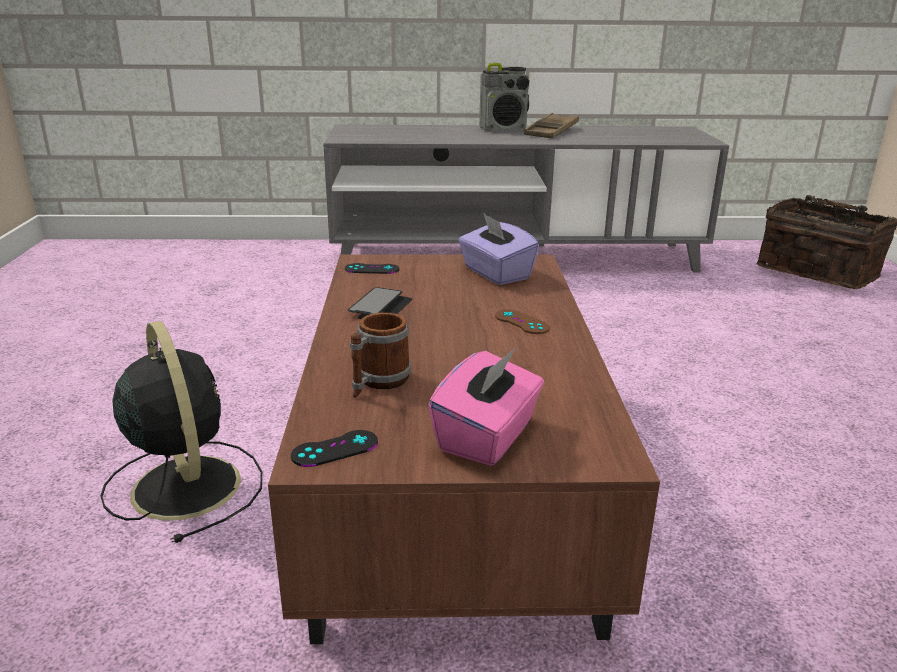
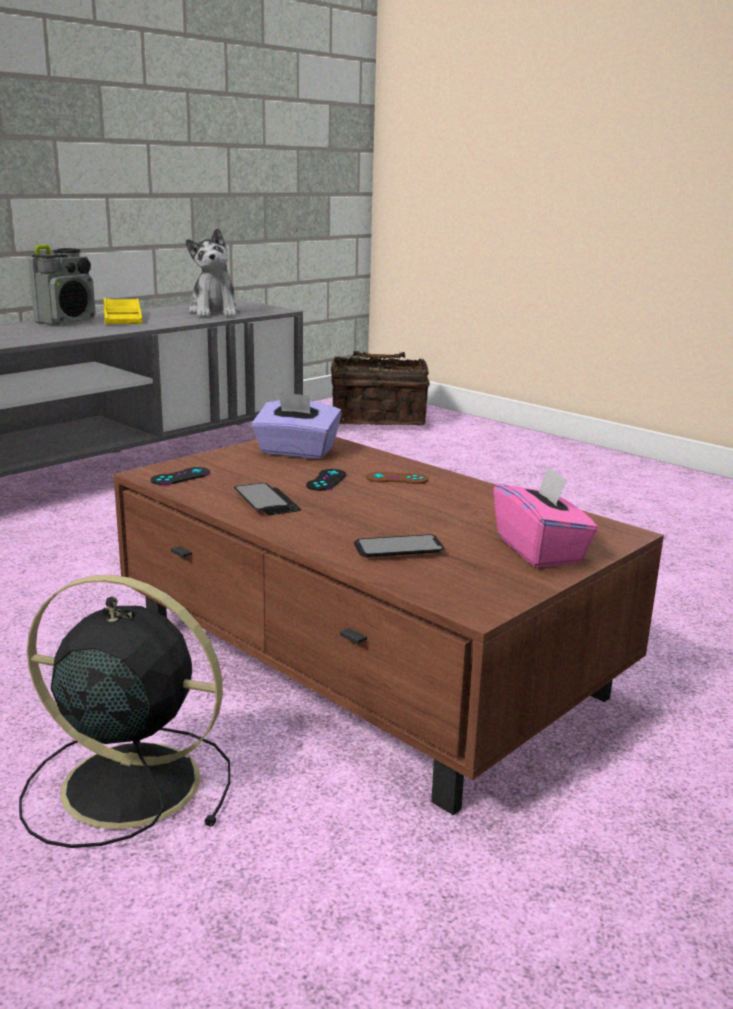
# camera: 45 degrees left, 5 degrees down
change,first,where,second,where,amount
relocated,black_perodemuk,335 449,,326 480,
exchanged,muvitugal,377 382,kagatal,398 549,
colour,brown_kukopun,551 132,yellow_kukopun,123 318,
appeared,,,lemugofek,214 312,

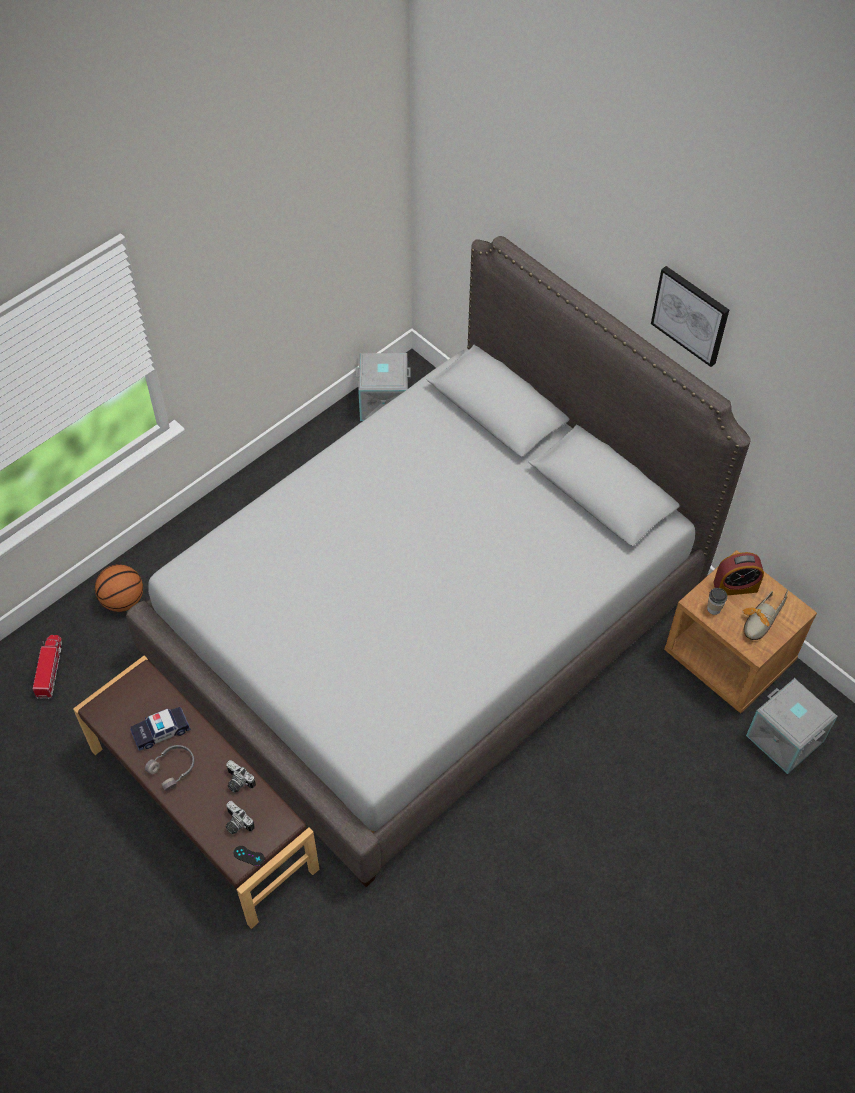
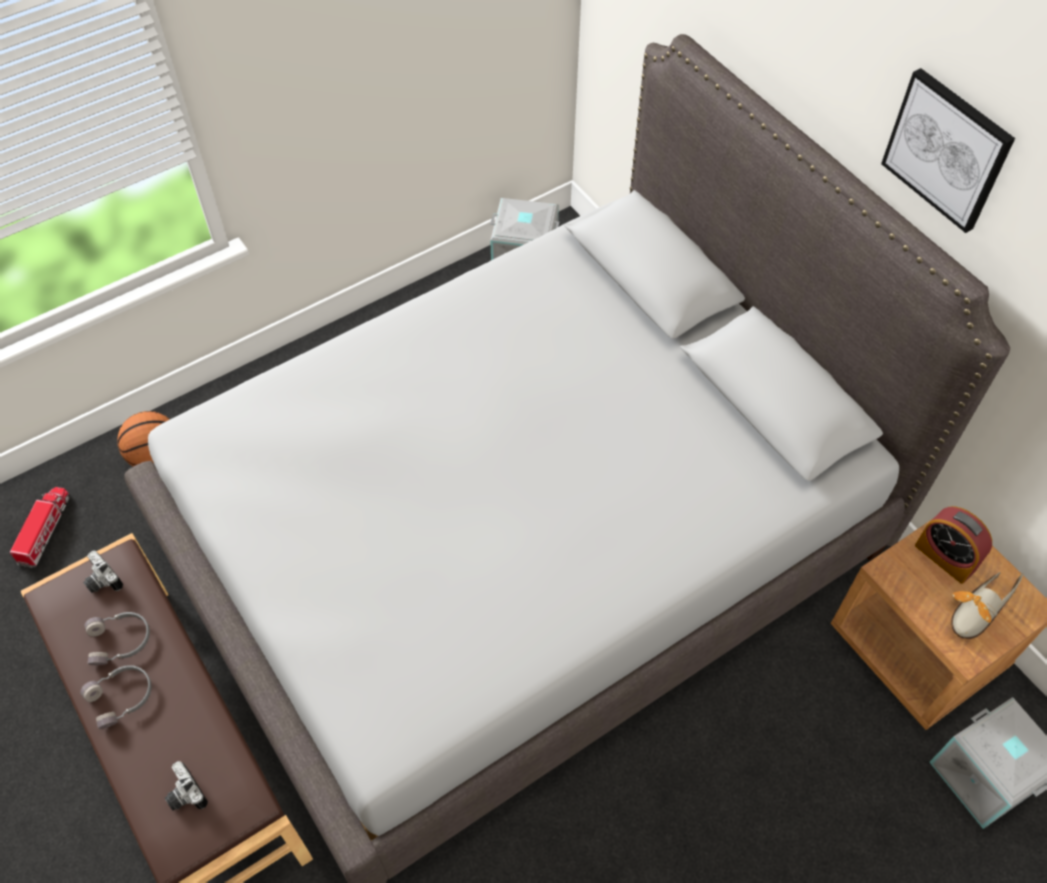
# camera: 10 degrees right, 0 degrees up
change,first,where,second,where,amount
exchanged,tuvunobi,161 731,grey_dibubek,120 641,
relocated,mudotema,237 782,,101 581,
missing,black_perodemuk,249 856,,,
missing,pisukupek,714 609,,,
spun,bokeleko,735 586,,945 557,45 degrees clockwise

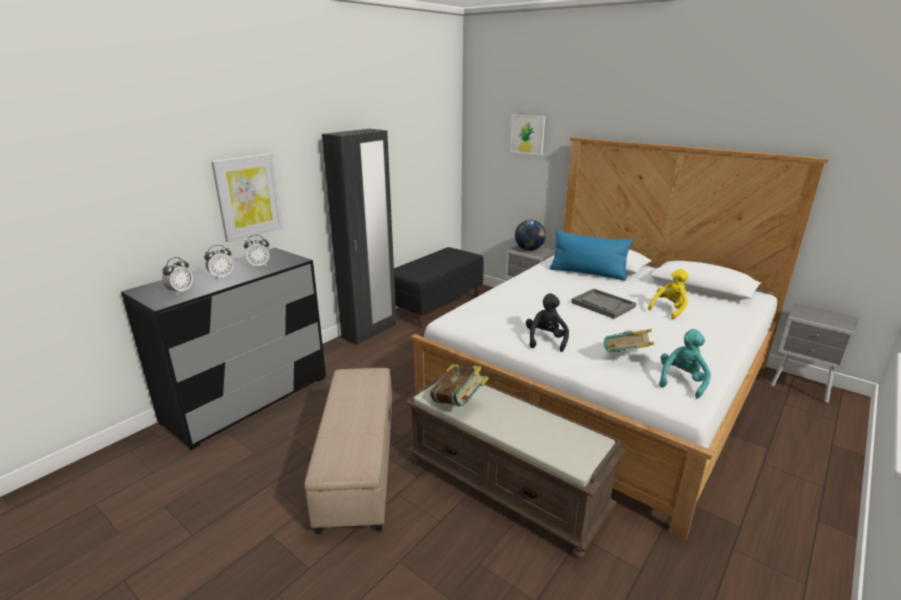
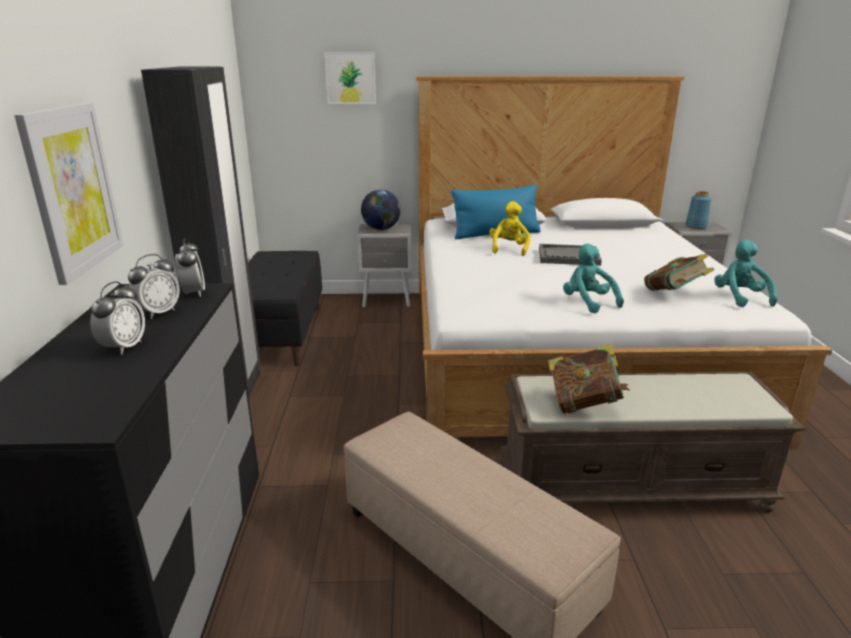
# camera: 40 degrees left, 0 degrees up
change,first,where,second,where,amount
relocated,bokeleko,180 291,,193 293,
colour,black_lemugofek,546 340,turquoise_lemugofek,588 303,
relocated,yellow_lemugofek,669 310,,509 249,
appeared,,,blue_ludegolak,696 226,

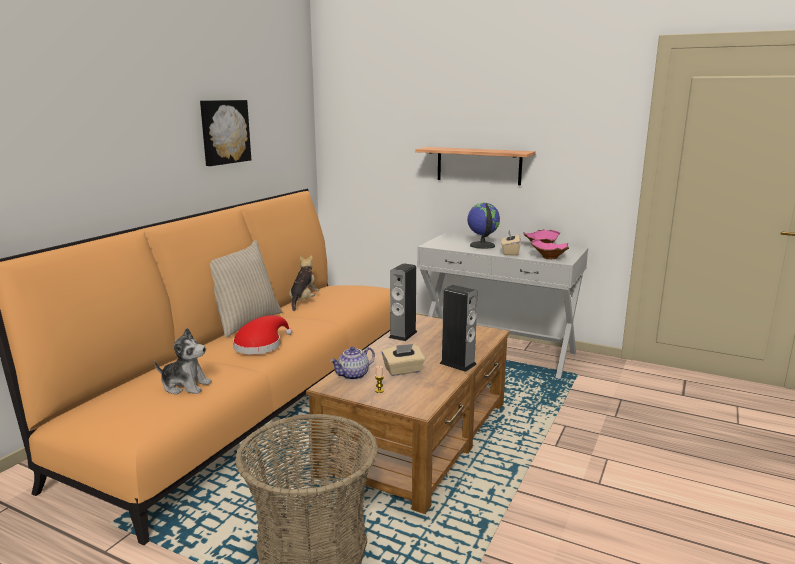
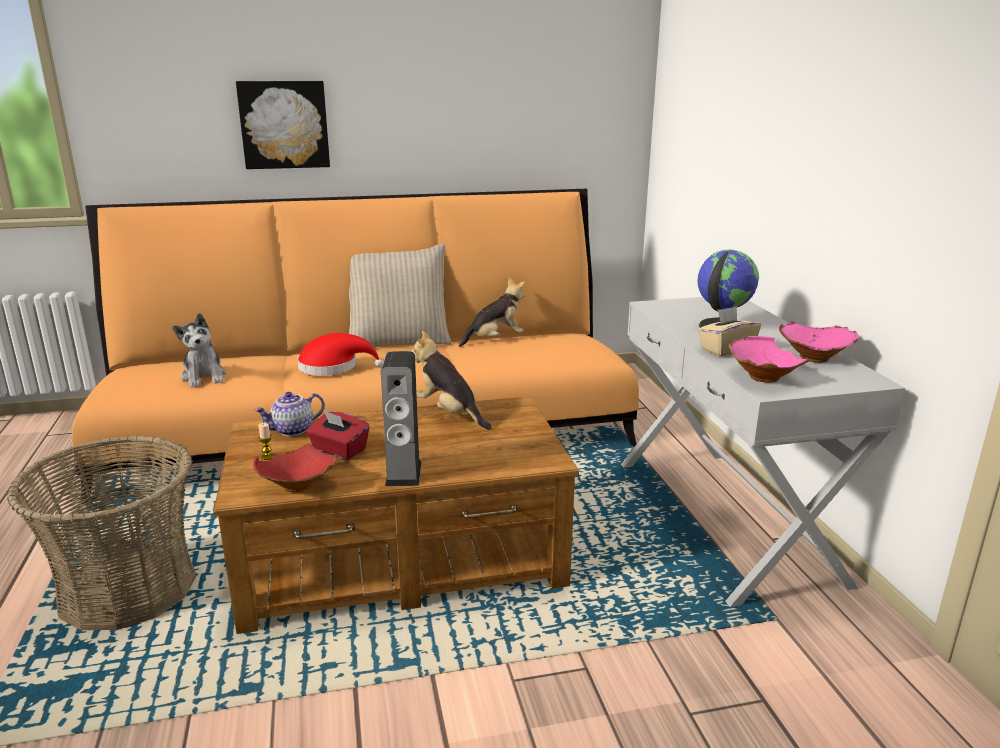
# camera: 50 degrees right, 5 degrees up
change,first,where,second,where,amount
relocated,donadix,224 132,,284 124,
spun,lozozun,353 375,,292 430,45 degrees counterclockwise
colour,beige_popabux,403 371,red_popabux,339 450,
exchanged,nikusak,403 334,lemugofek,449 413,
missing,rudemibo,478 165,,,
appeared,,,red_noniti,298 486,

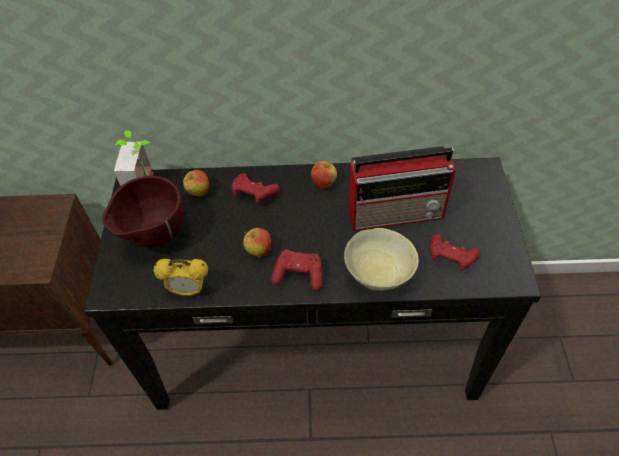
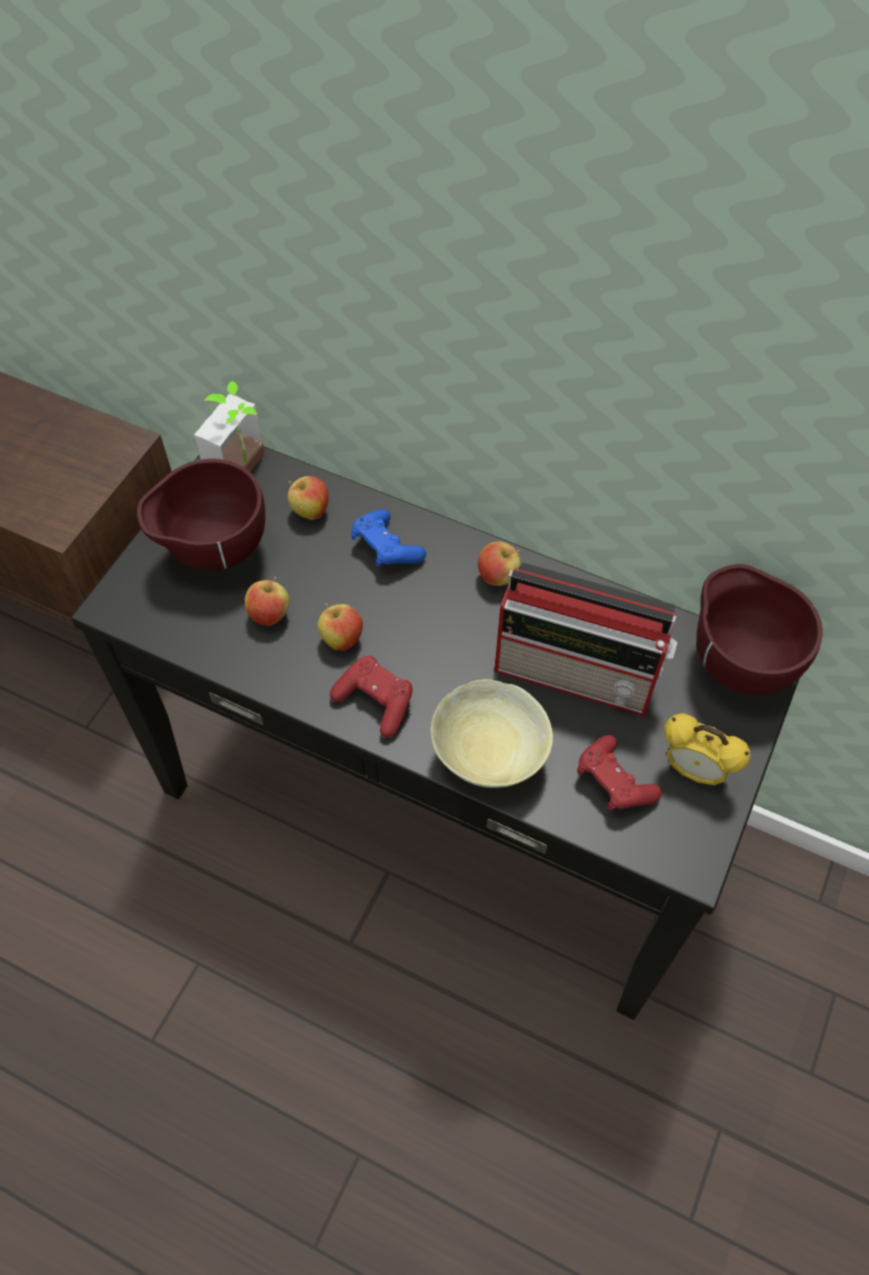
# camera: 25 degrees right, 5 degrees up
change,first,where,second,where,amount
relocated,bokeleko,189 290,,693 770,
colour,red_perodemuk,254 194,blue_perodemuk,386 549,
appeared,,,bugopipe,270 615,
appeared,,,brown_noniti,737 663,

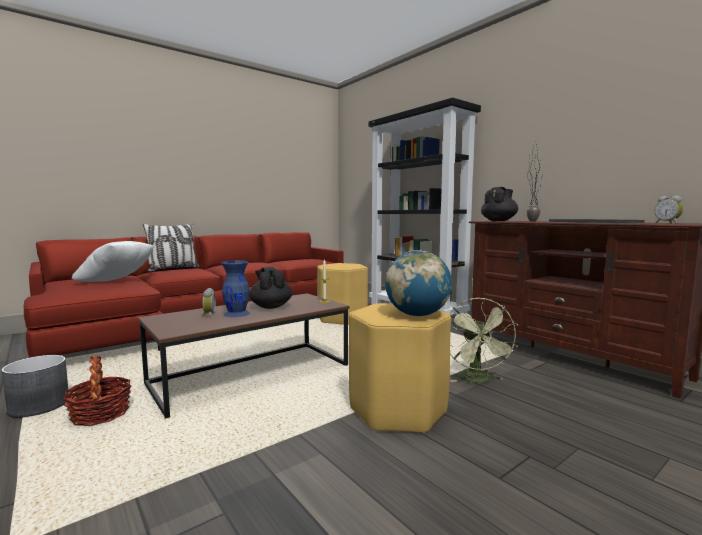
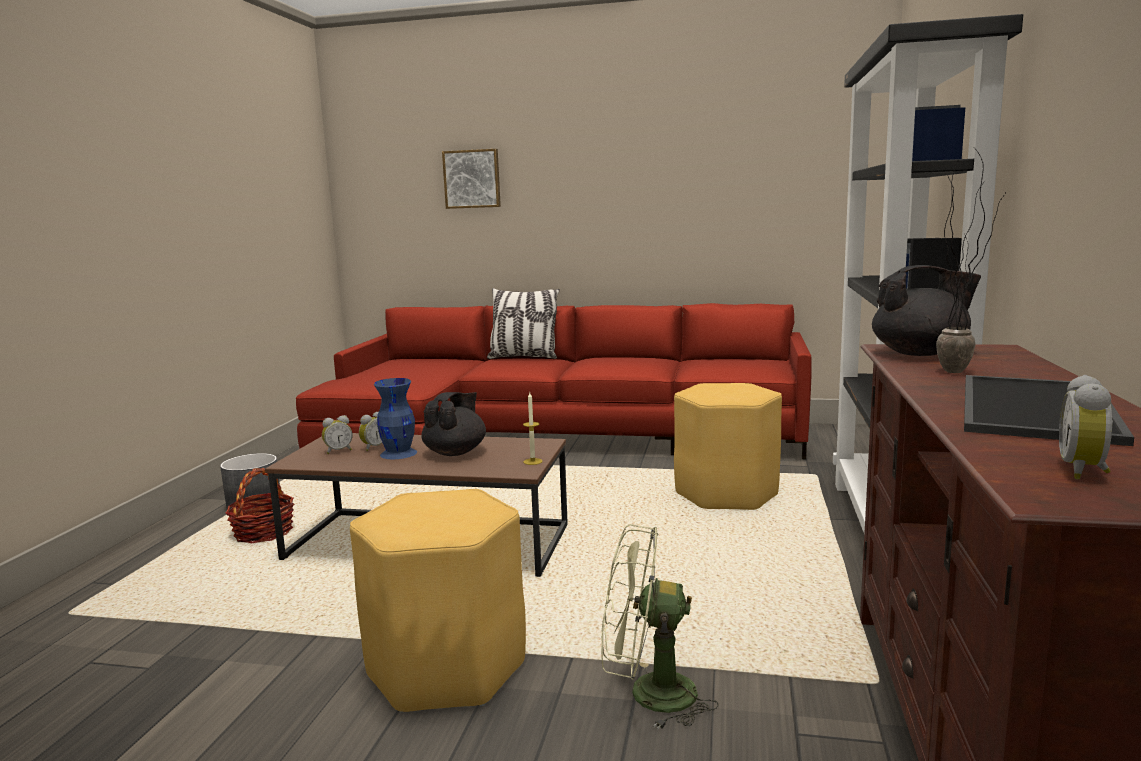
# camera: 50 degrees right, 5 degrees up
change,first,where,second,where,amount
missing,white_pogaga,117 281,,,
missing,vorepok,417 315,,,
spun,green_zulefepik,478 380,,648 695,45 degrees clockwise
appeared,,,bokeleko,338 451,
appeared,,,donadix,472 179,

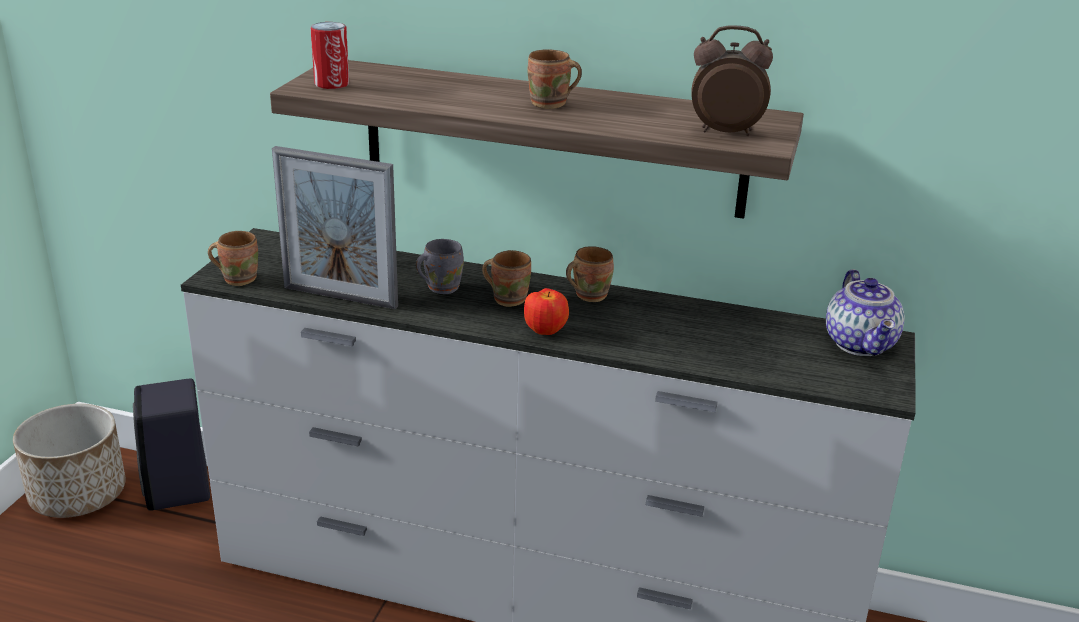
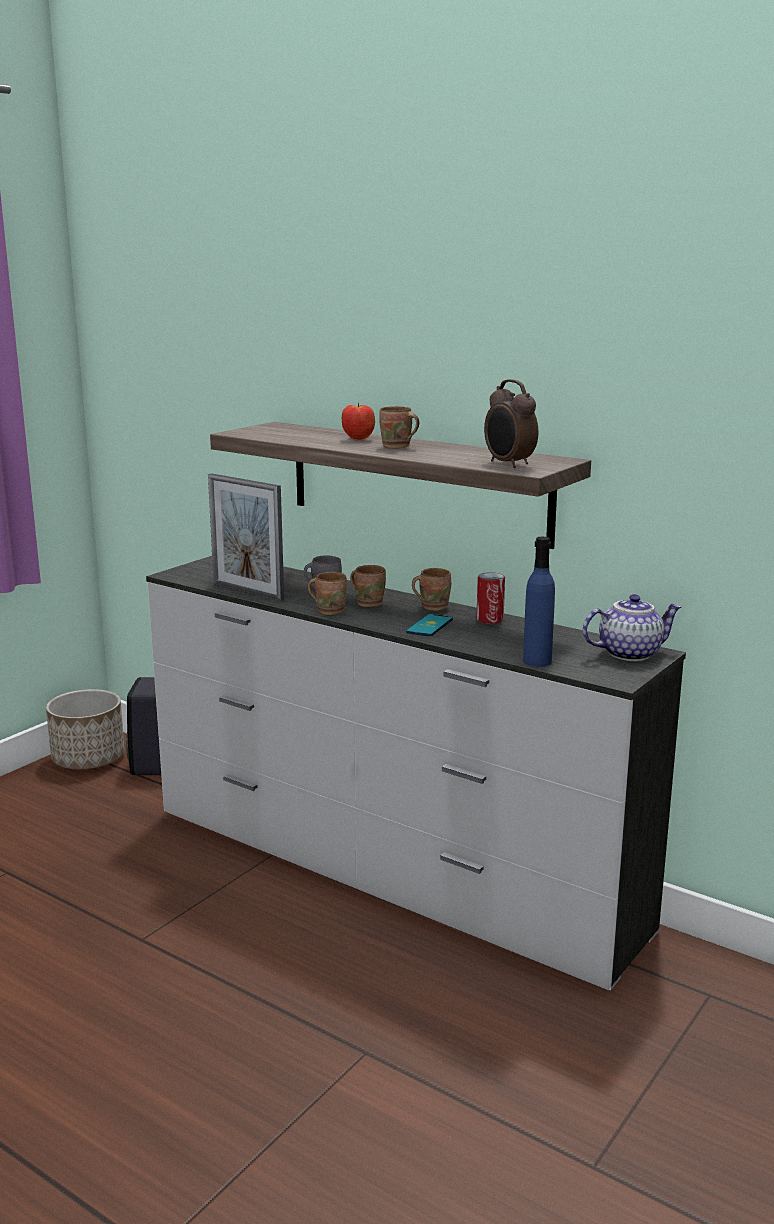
# camera: 20 degrees right, 10 degrees down
change,first,where,second,where,amount
relocated,brown_muvitugal,238 278,,329 611,
relocated,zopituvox,332 84,,490 619,
relocated,bugopipe,545 332,,358 439,
spun,bokeleko,725 132,,508 464,150 degrees counterclockwise
spun,lozozun,862 344,,629 653,120 degrees counterclockwise
appeared,,,kagatal,429 626,
appeared,,,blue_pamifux,537 661,

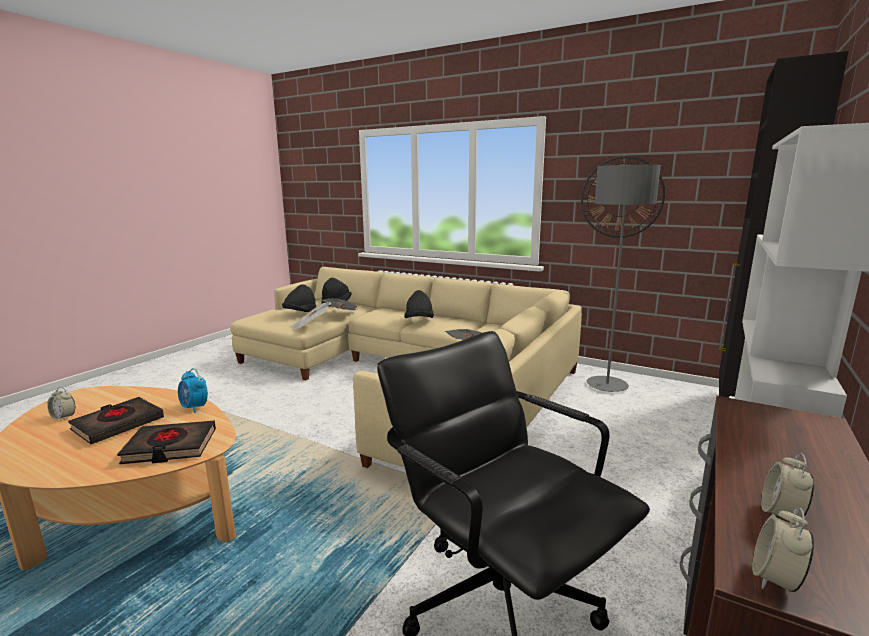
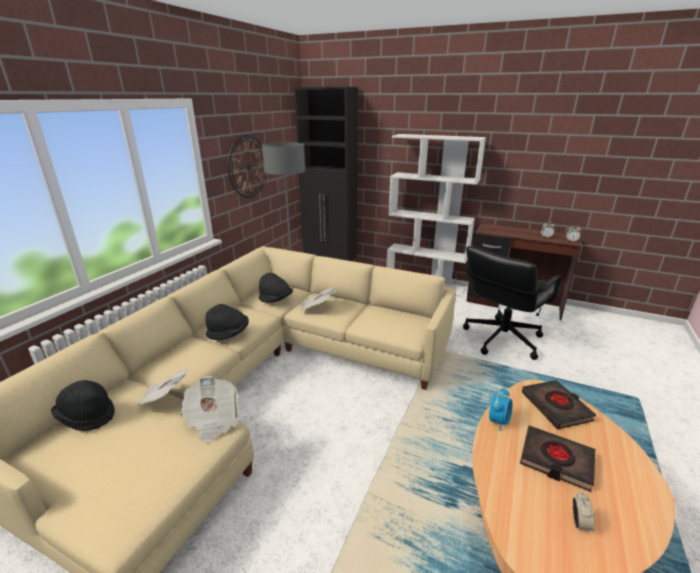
# camera: 95 degrees left, 10 degrees up
change,first,where,second,where,amount
relocated,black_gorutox,300 313,,275 300,

